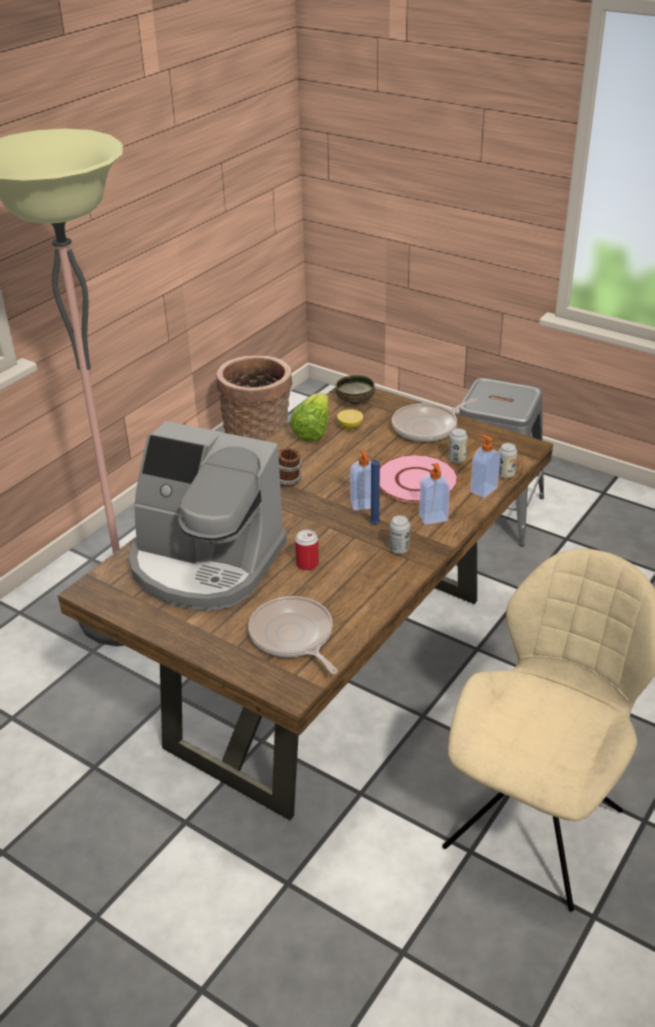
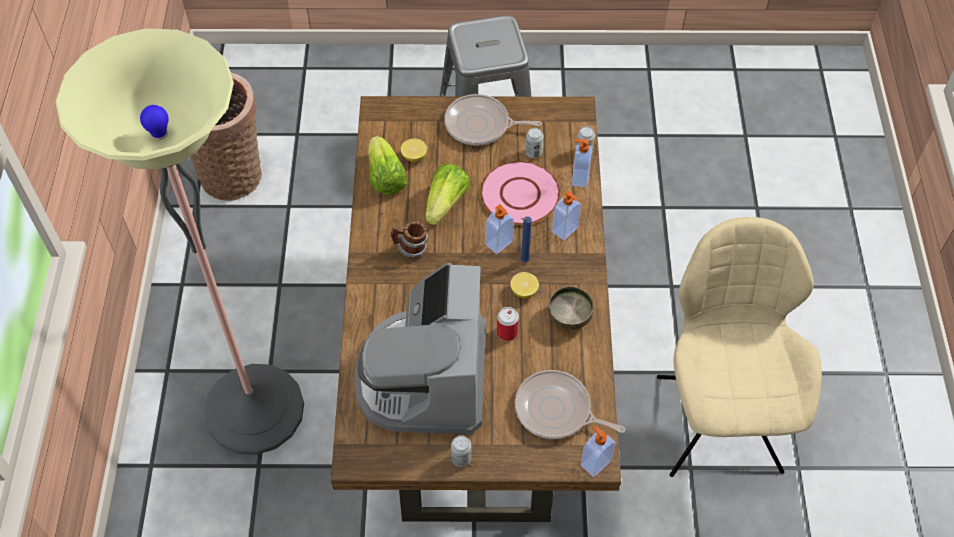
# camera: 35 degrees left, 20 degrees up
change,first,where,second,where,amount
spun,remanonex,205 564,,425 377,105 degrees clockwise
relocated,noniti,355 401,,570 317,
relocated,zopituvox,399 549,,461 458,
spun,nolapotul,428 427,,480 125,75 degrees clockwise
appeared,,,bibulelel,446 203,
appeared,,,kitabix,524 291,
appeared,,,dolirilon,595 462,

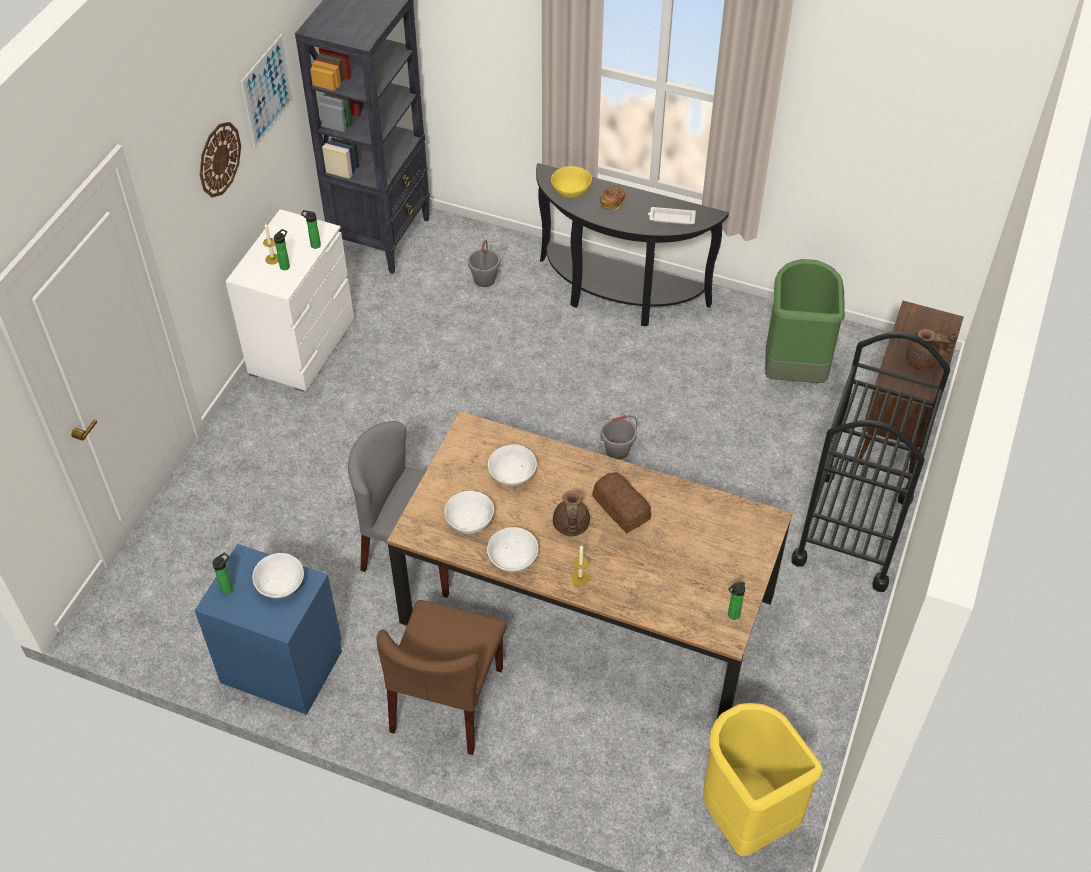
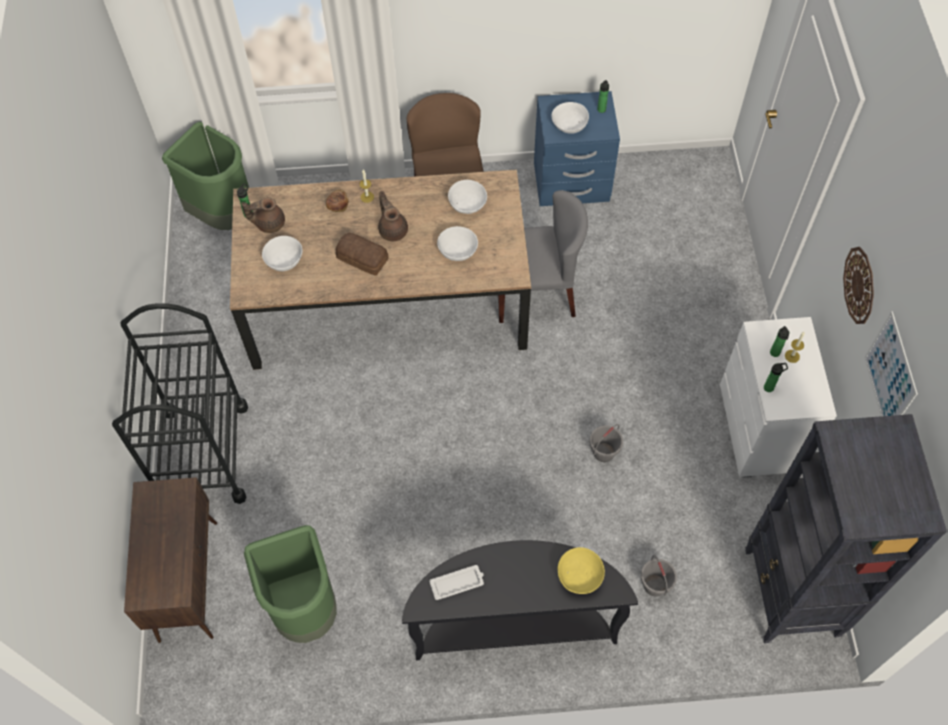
# camera: 155 degrees right, 10 degrees up
change,first,where,second,where,amount
relocated,white_noniti,513 559,,284 260,
relocated,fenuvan,612 203,,337 205,
relocated,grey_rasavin,617 450,,604 452,
colour,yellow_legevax,745 818,green_legevax,224 215,
relocated,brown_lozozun,924 361,,269 223,

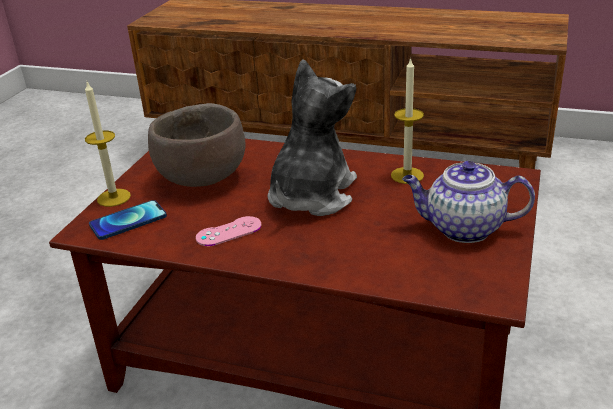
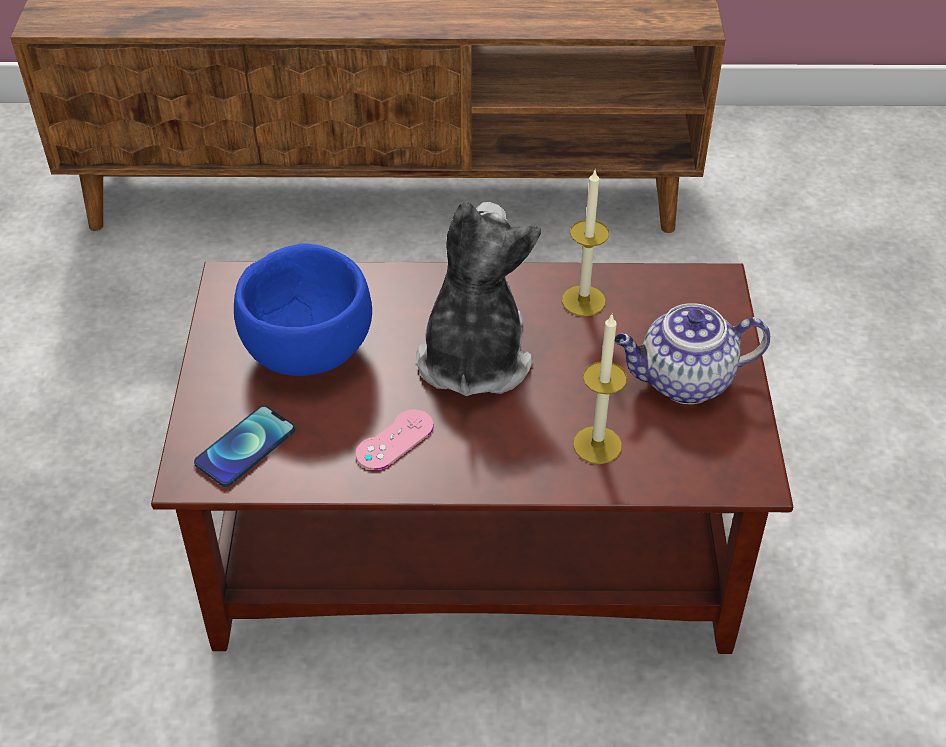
# camera: 20 degrees left, 15 degrees up
change,first,where,second,where,amount
relocated,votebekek,114 197,,597 445,
colour,brown_noniti,203 178,blue_noniti,309 351,

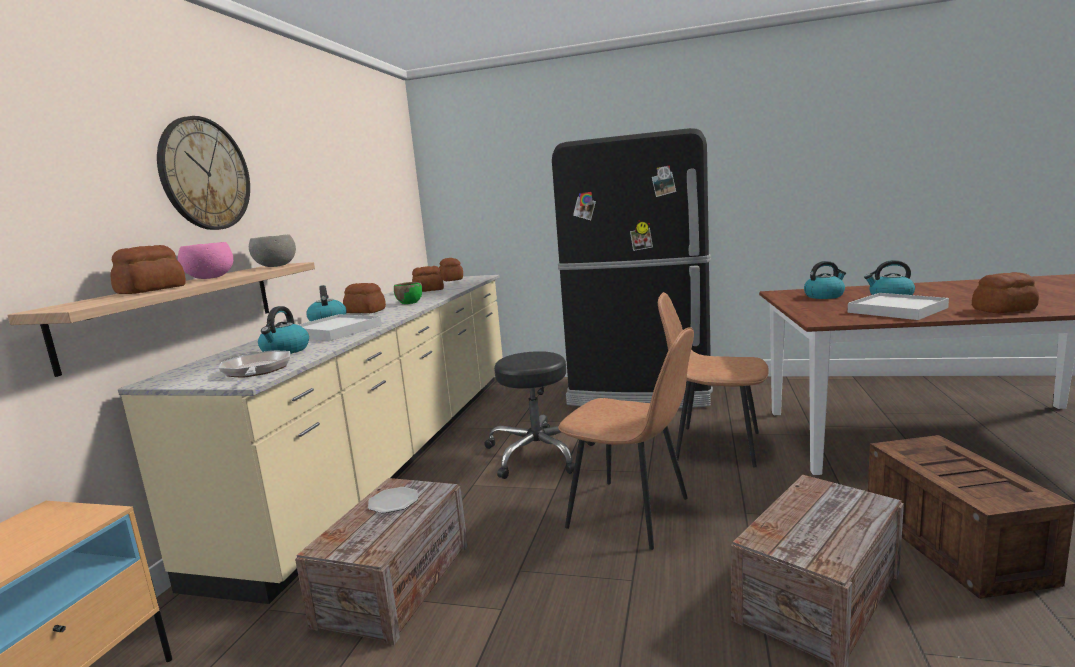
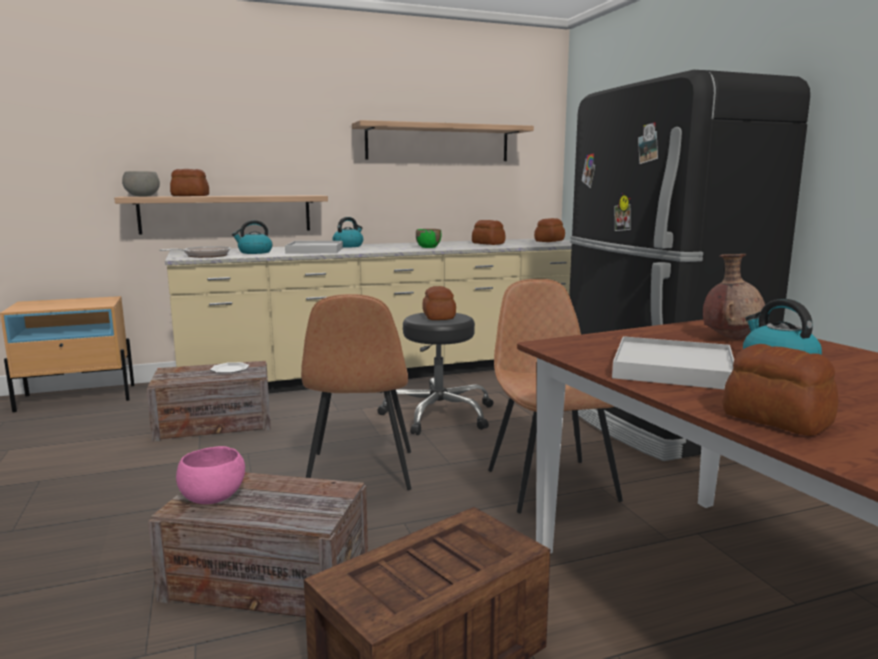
# camera: 55 degrees right, 0 degrees up
change,first,where,second,where,amount
missing,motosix,205 174,,,
relocated,pink_noniti,209 278,,212 498,
relocated,grey_noniti,275 266,,142 196,
relocated,fenuvan,365 311,,438 317,
exchanged,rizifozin,824 296,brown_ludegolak,731 339,
appeared,,,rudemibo,438 143,

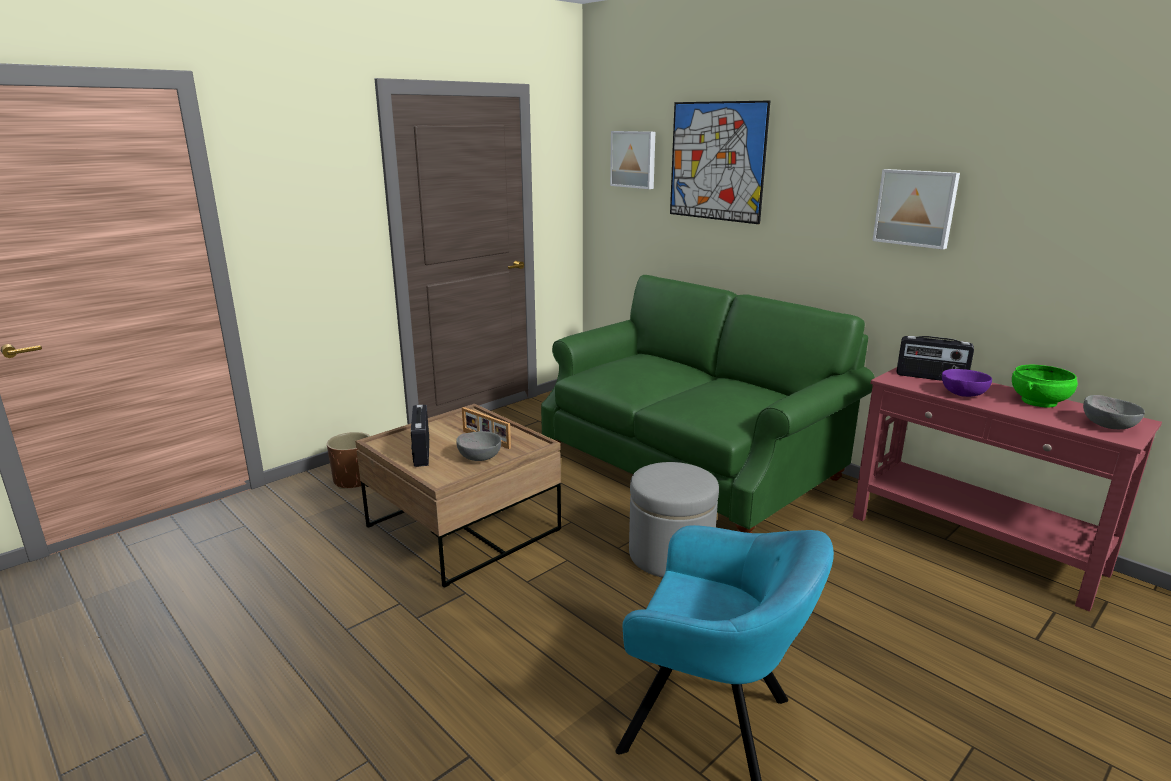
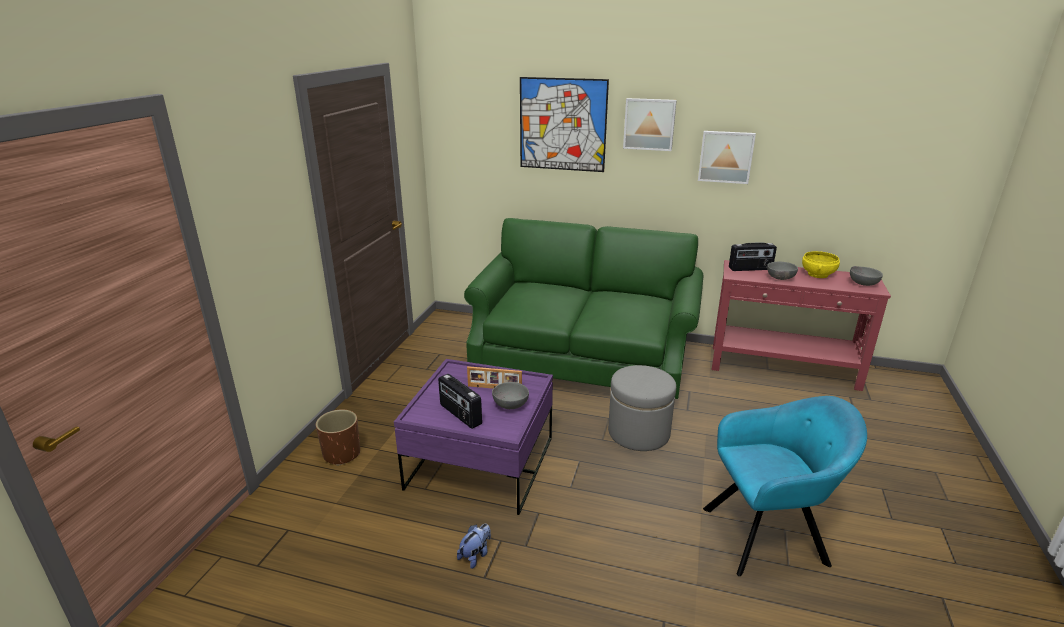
# camera: 30 degrees left, 5 degrees up
change,first,where,second,where,amount
colour,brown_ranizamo,463 528,purple_ranizamo,481 463,
relocated,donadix,634 159,,649 124,
colour,purple_noniti,962 395,grey_noniti,780 279,
colour,green_noniti,1039 402,yellow_noniti,818 274,
appeared,,,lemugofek,475 555,

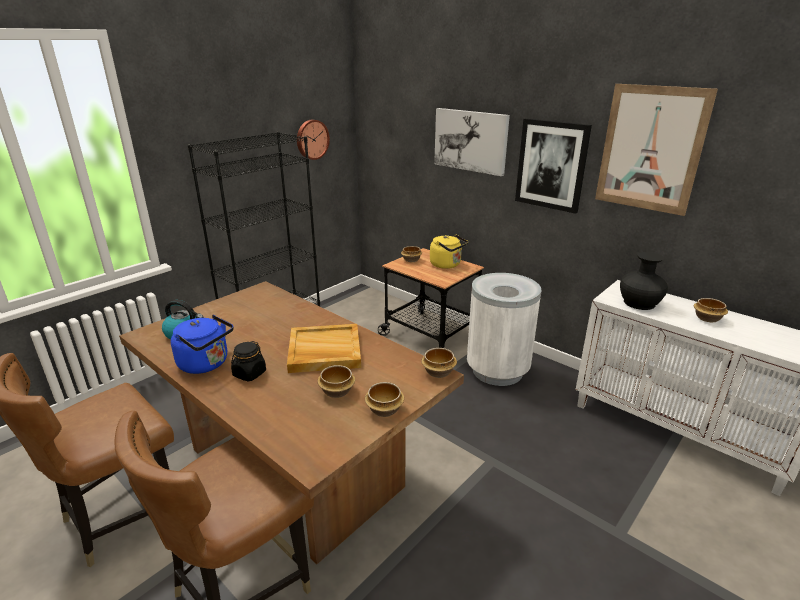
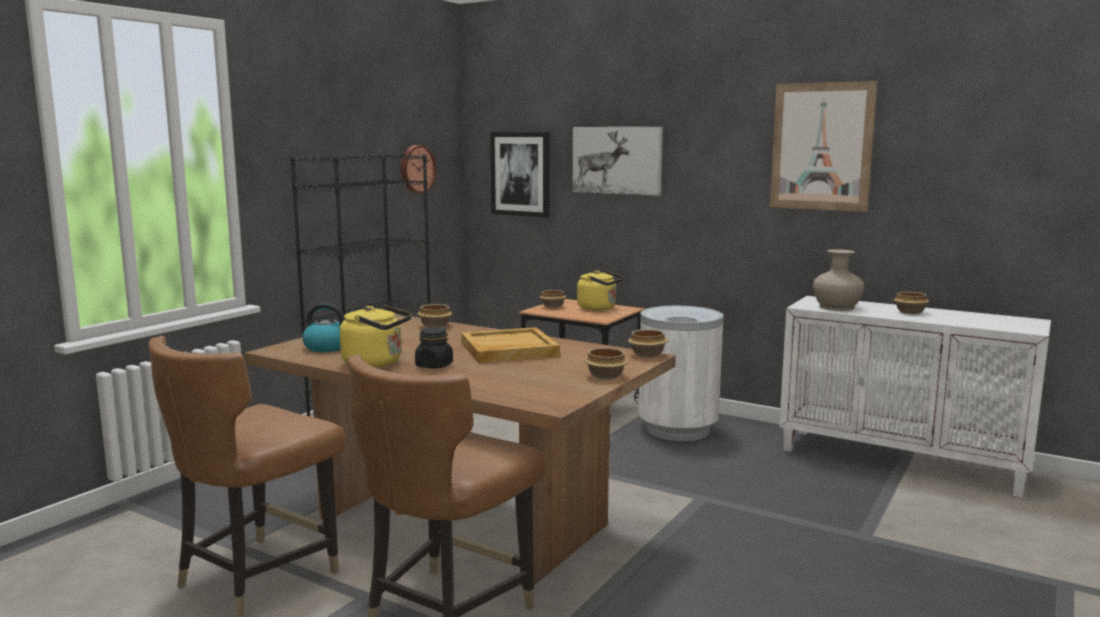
# camera: 10 degrees left, 15 degrees down
change,first,where,second,where,amount
colour,blue_rizifozin,206 364,yellow_rizifozin,376 363,
relocated,noniti,337 391,,435 326,
relocated,donadix,551 165,,521 174,
colour,black_ludegolak,639 303,beige_ludegolak,836 307,

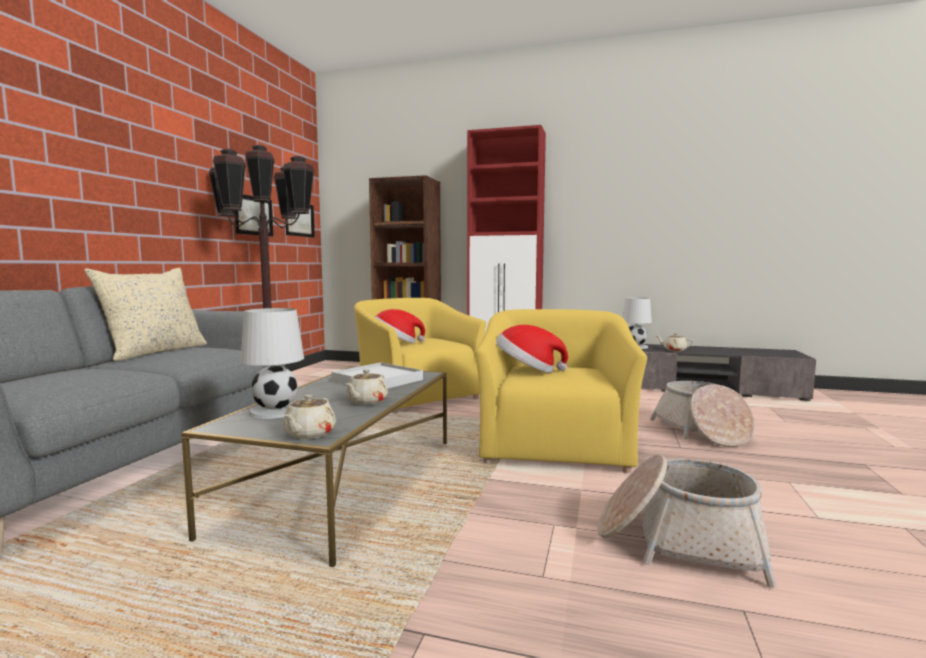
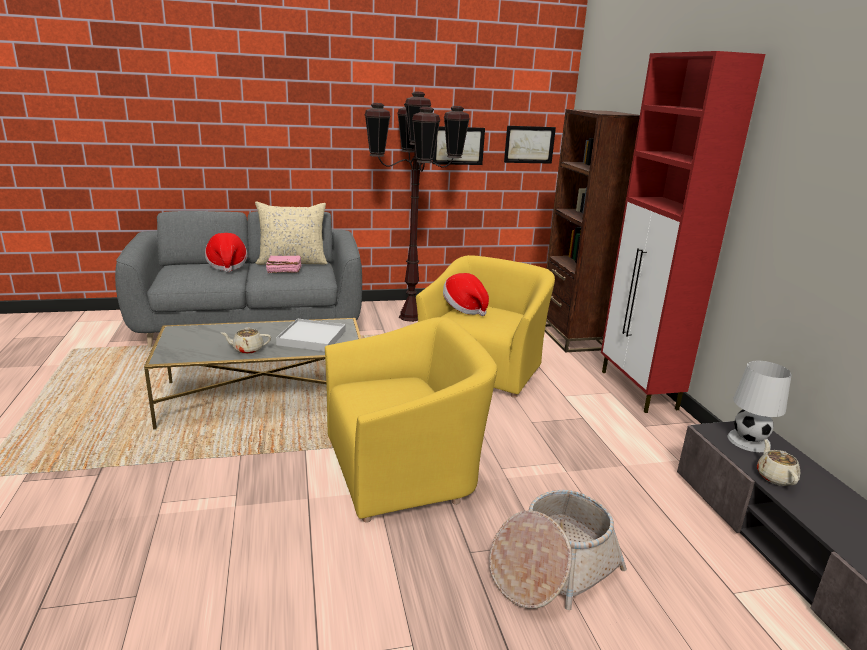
# camera: 60 degrees right, 15 degrees up
change,first,where,second,where,amount
missing,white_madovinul,275 411,,,
missing,beige_lozozun,309 434,,,
relocated,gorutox,528 370,,227 266,
missing,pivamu,678 542,,,
appeared,,,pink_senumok,283 270,

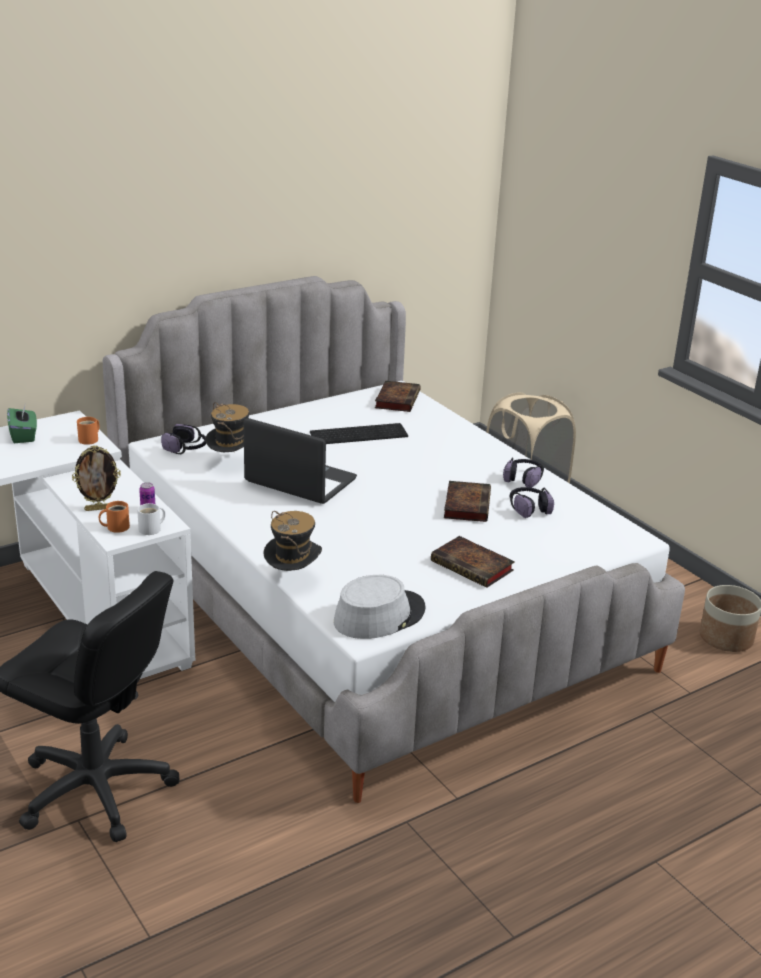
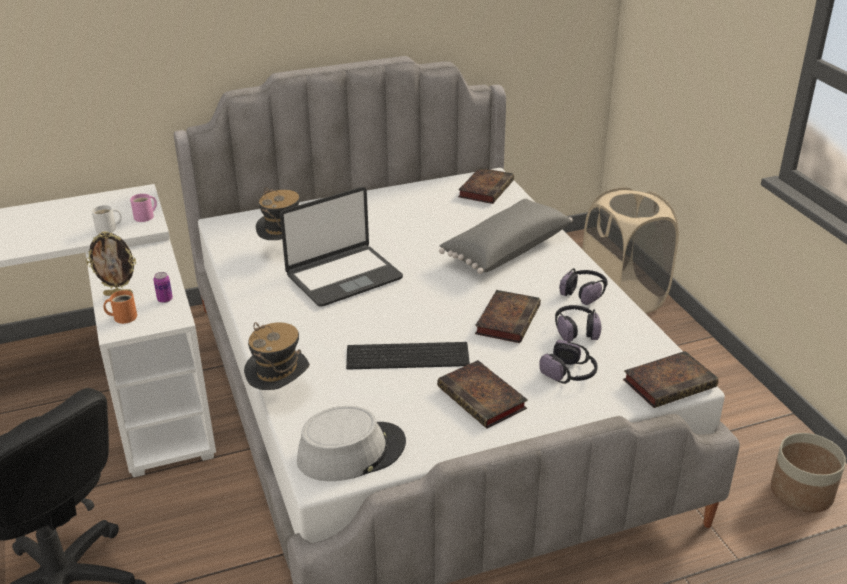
# camera: 15 degrees right, 5 degrees up
change,first,where,second,where,amount
missing,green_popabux,23 436,,,
colour,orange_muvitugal,90 439,pink_muvitugal,146 216,
relocated,white_muvitugal,152 529,,108 229,
relocated,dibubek,186 448,,569 374,
spun,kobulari,300 481,,343 276,105 degrees clockwise
relocated,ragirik,359 433,,408 355,
appeared,,,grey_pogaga,505 249,
appeared,,,senumok,670 383,

